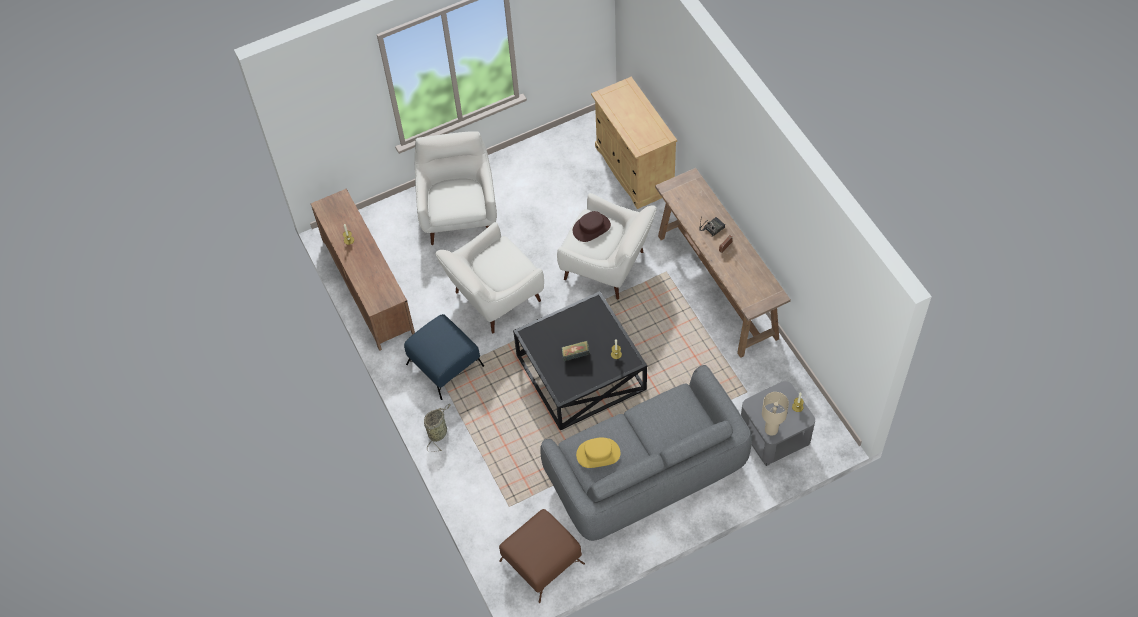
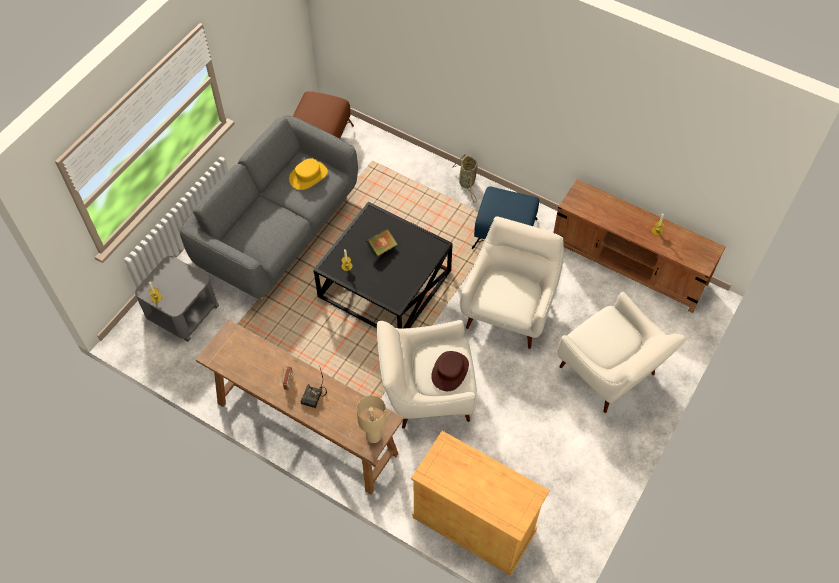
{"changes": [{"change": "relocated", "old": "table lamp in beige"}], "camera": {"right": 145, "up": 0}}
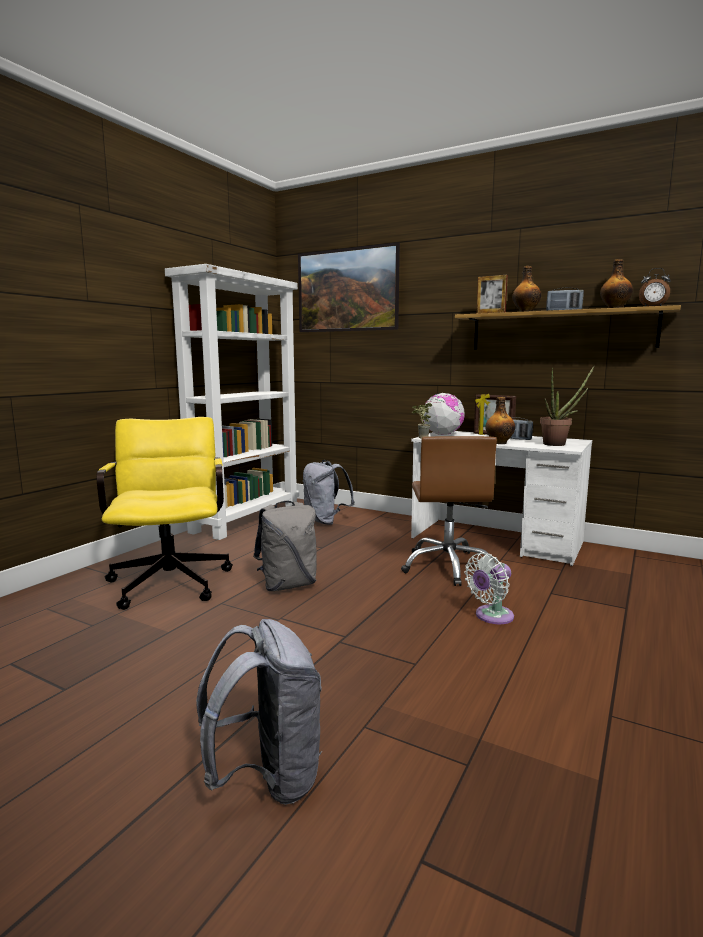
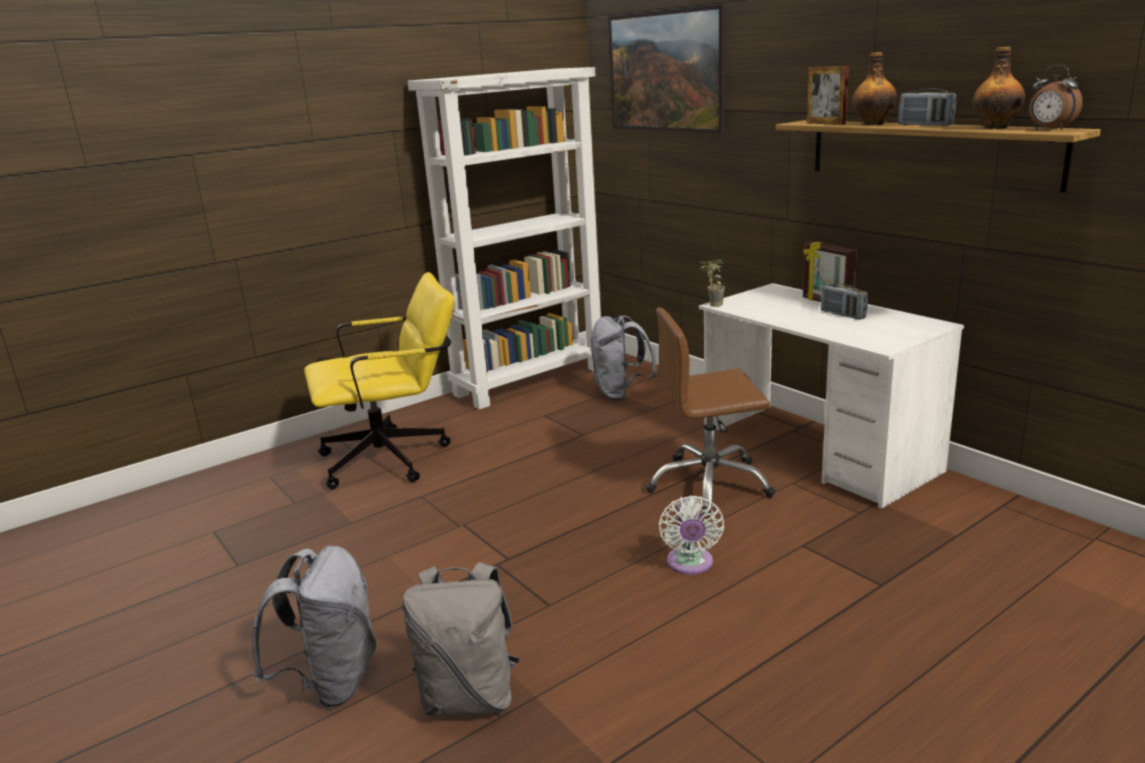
{"changes": [{"change": "spun", "old": "office chair in yellow", "degrees": 60}, {"change": "relocated", "old": "backpack in grey (no. 2 from left)"}, {"change": "spun", "old": "office chair in brown", "degrees": 60}, {"change": "spun", "old": "fan in white", "degrees": -75}, {"change": "missing", "old": "globe"}, {"change": "missing", "old": "bottle (no. 1 from left)"}, {"change": "missing", "old": "potted plant (no. 2 from left)"}], "camera": {"right": 25, "up": 10}}
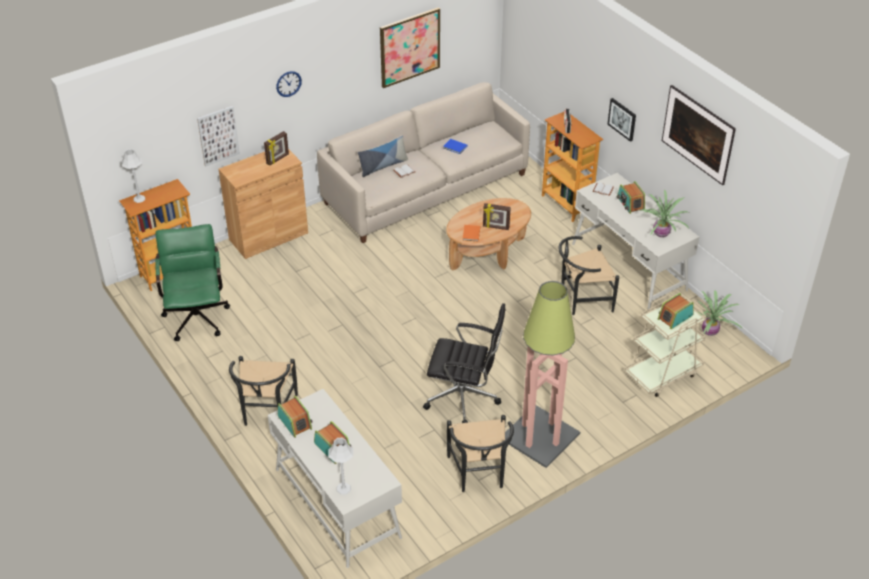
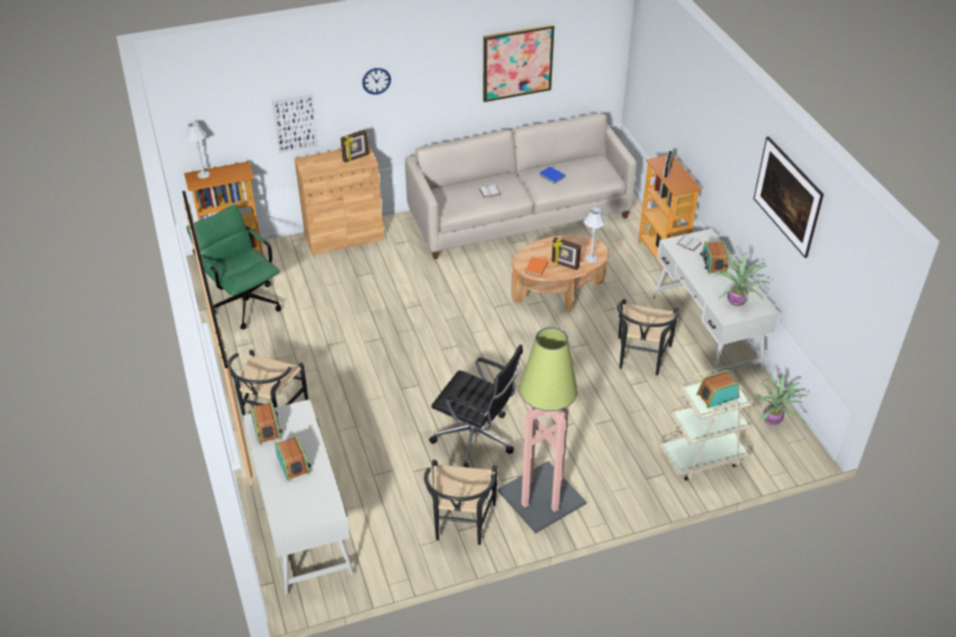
{"changes": [{"change": "spun", "old": "office chair in green", "degrees": -45}, {"change": "relocated", "old": "table lamp in grey (no. 2 from left)"}, {"change": "spun", "old": "chair in black (no. 3 from left)", "degrees": -75}, {"change": "missing", "old": "pillow"}, {"change": "missing", "old": "picture (no. 3 from left)"}], "camera": {"right": 15, "up": 0}}
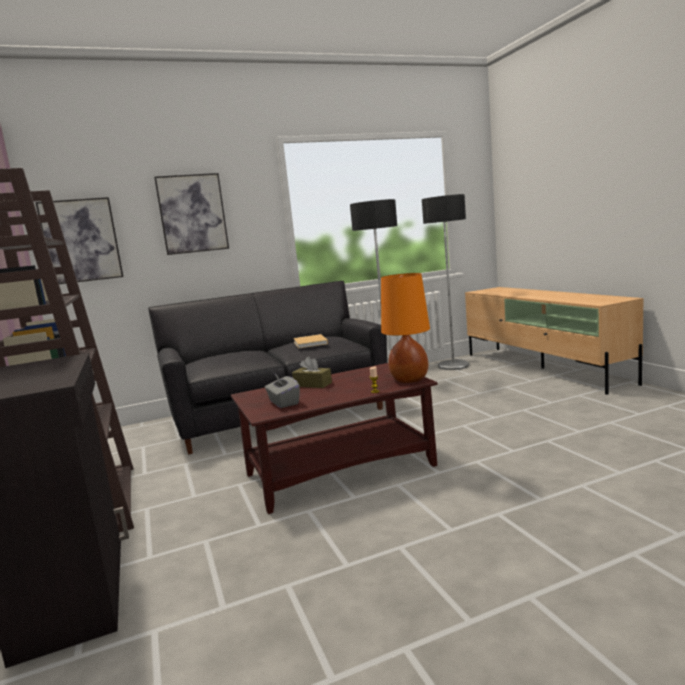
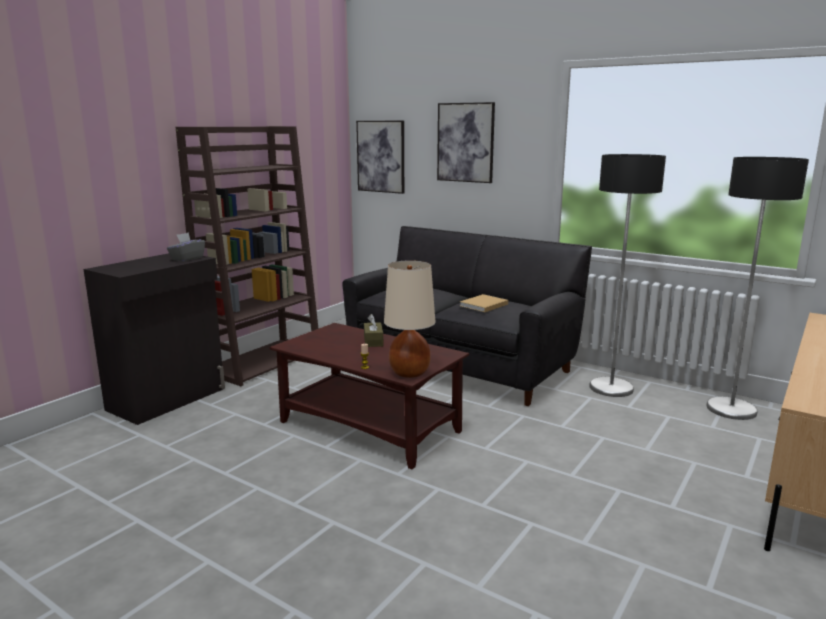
{"changes": [{"change": "relocated", "old": "tissue box in grey"}, {"change": "colour", "old": "table lamp in orange", "new": "table lamp in beige"}], "camera": {"right": 55, "up": 5}}
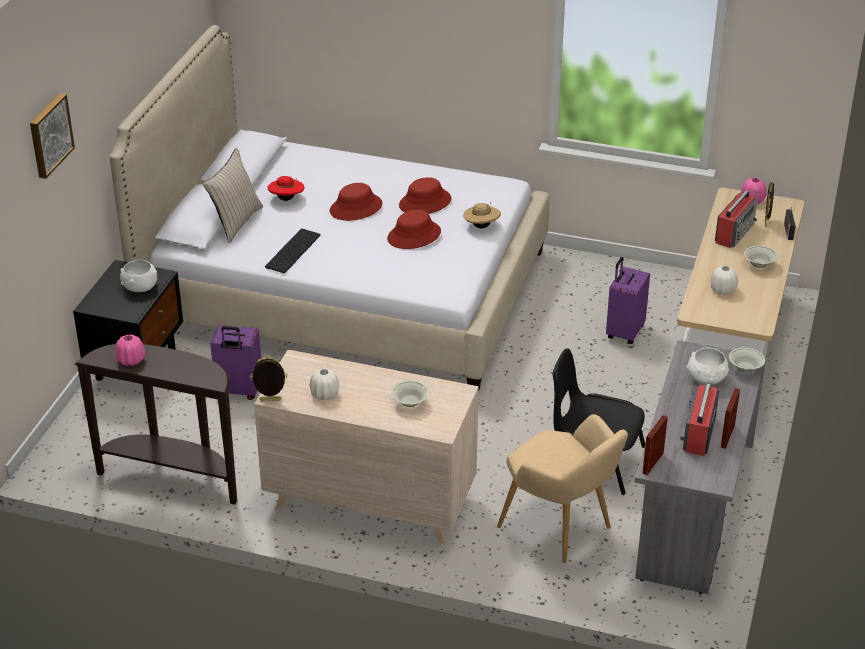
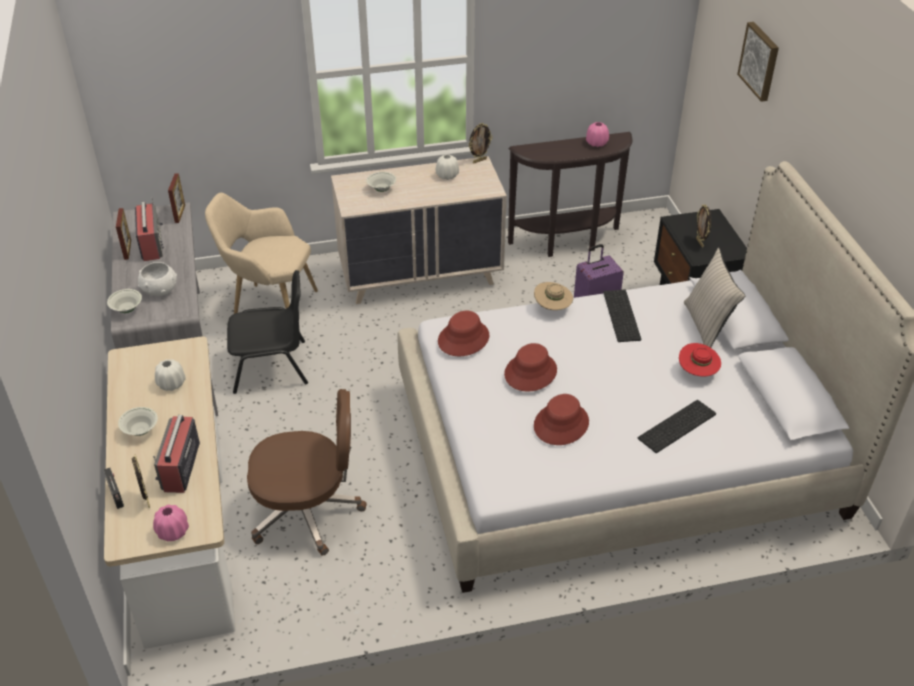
{"changes": [{"change": "exchanged", "old": "suitcase in purple (no. 2 from left)", "new": "office chair in brown"}, {"change": "relocated", "old": "hat in red (no. 2 from left in the first image)", "new": "hat in red (no. 1 from left)"}, {"change": "relocated", "old": "hat in beige"}, {"change": "appeared", "new": "keyboard (no. 2 from left)"}, {"change": "exchanged", "old": "bowl in white (no. 1 from left)", "new": "picture frame (no. 5 from left)"}], "camera": {"right": 150, "up": 5}}
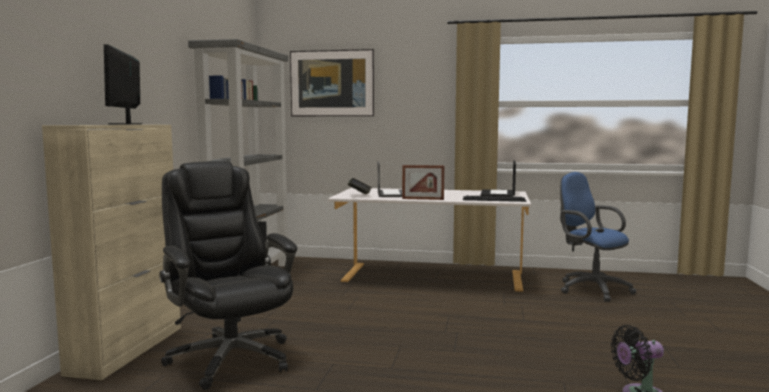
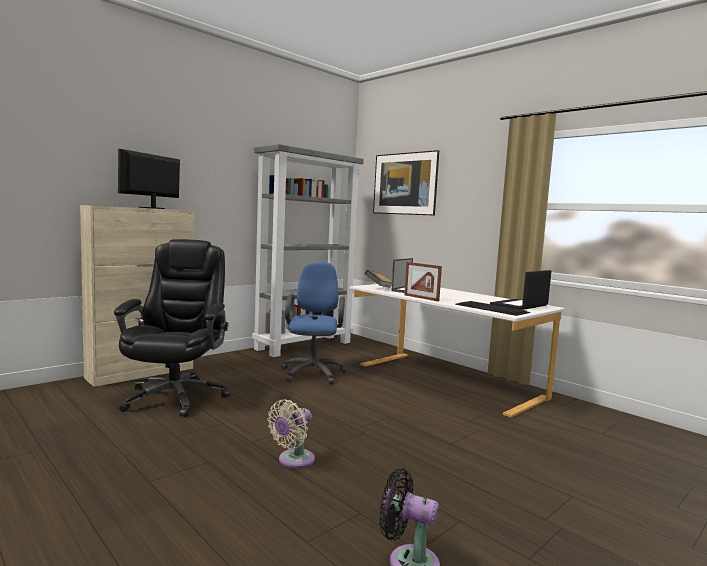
{"changes": [{"change": "appeared", "new": "fan in beige"}, {"change": "relocated", "old": "office chair in blue"}], "camera": {"right": 35, "up": 0}}
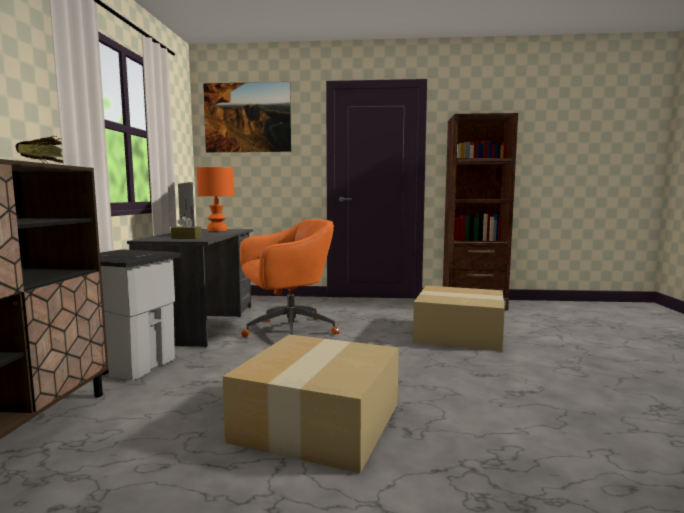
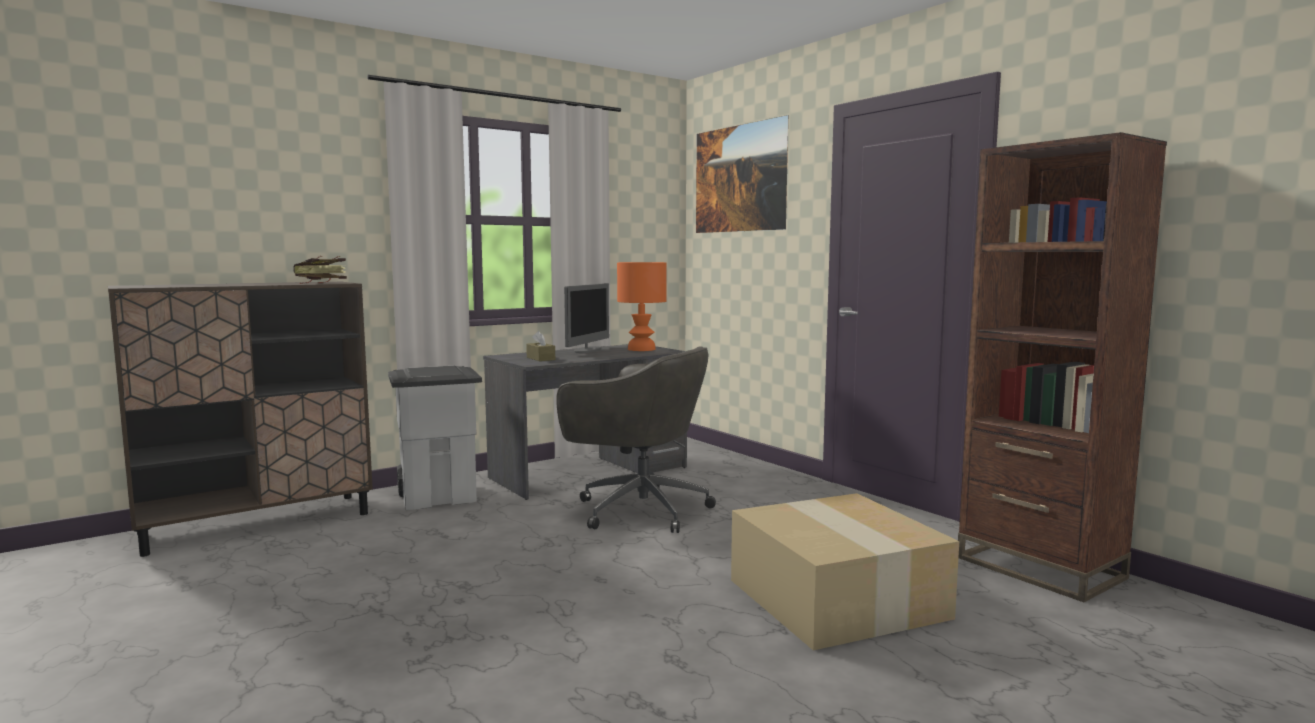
{"changes": [{"change": "colour", "old": "office chair in orange", "new": "office chair in grey"}, {"change": "missing", "old": "cardboard box (no. 1 from left)"}], "camera": {"right": 50, "up": 0}}
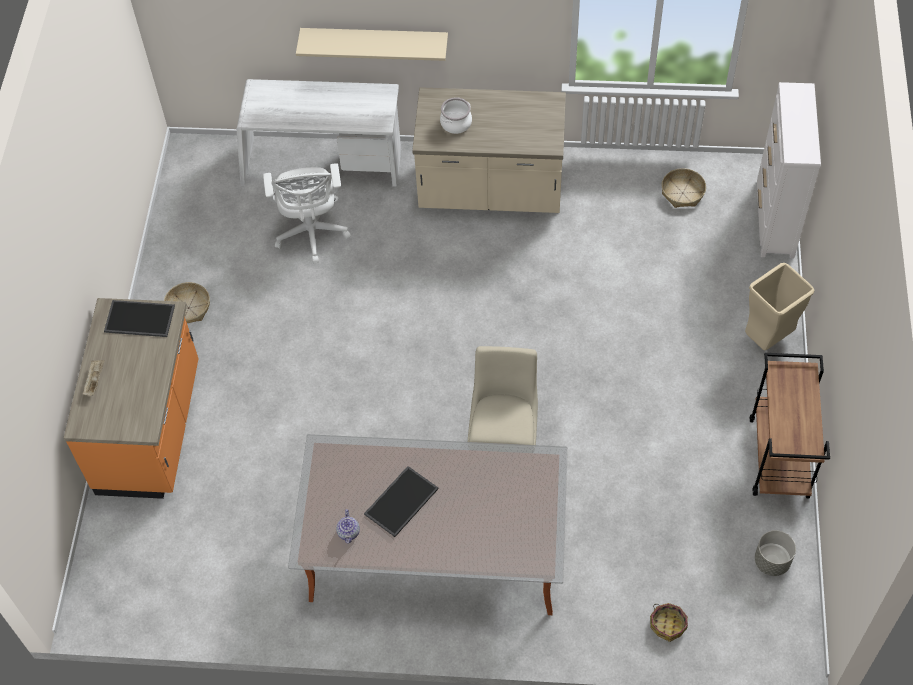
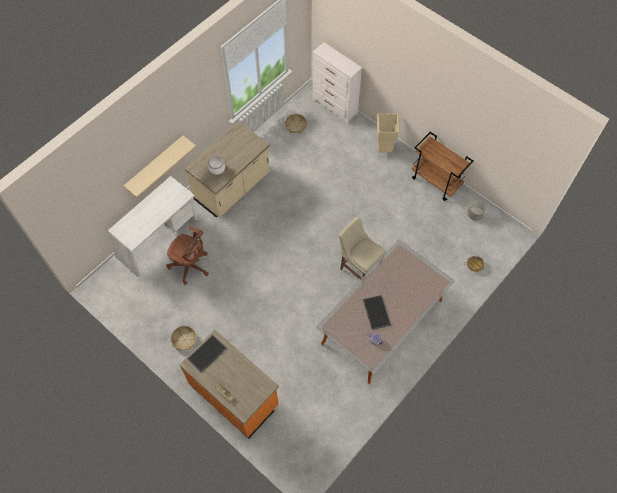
{"changes": [{"change": "colour", "old": "office chair in white", "new": "office chair in brown"}], "camera": {"right": -55, "up": 5}}
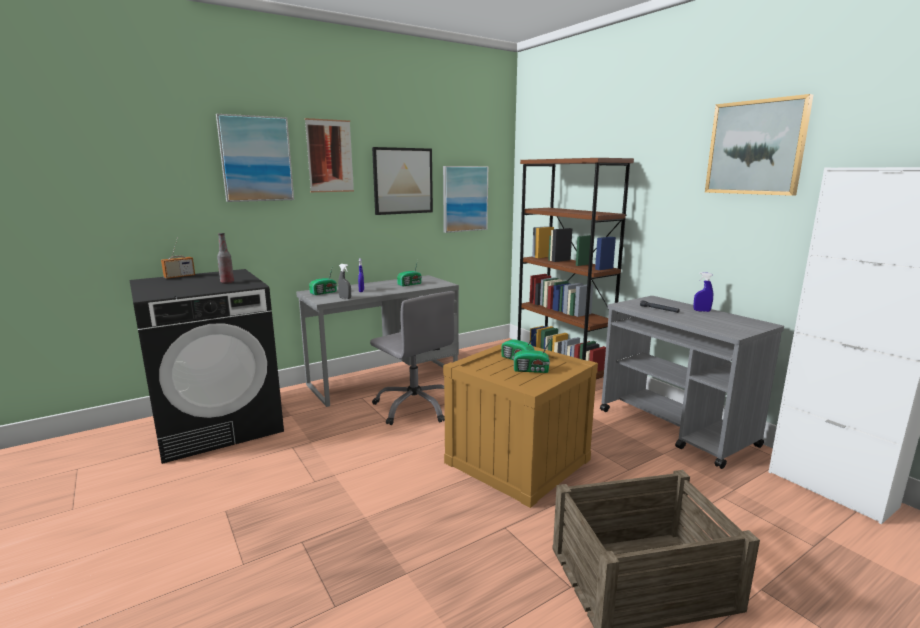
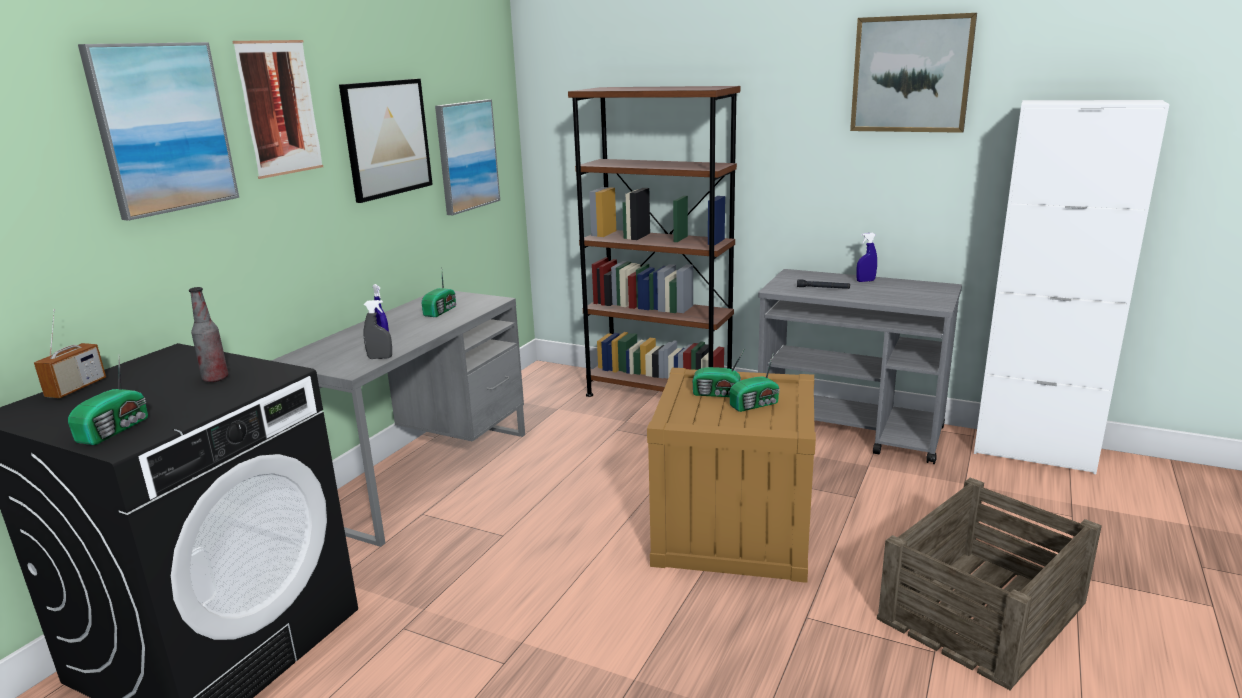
{"changes": [{"change": "relocated", "old": "radio (no. 2 from left)"}, {"change": "missing", "old": "office chair in grey"}], "camera": {"right": -30, "up": 5}}
